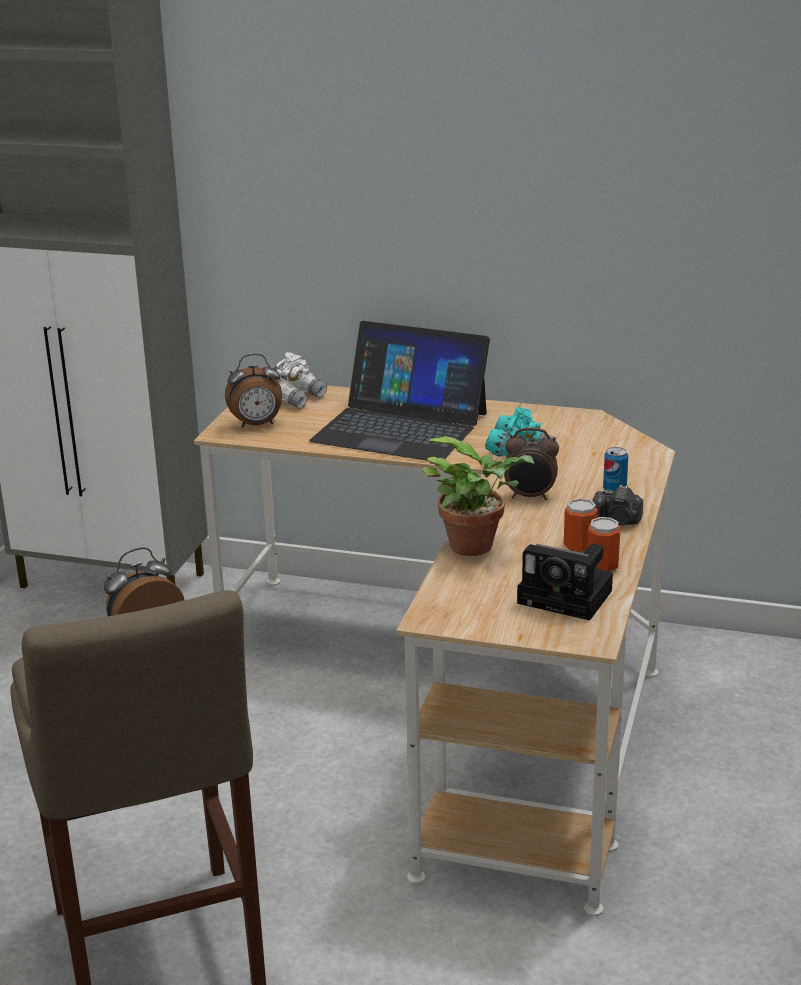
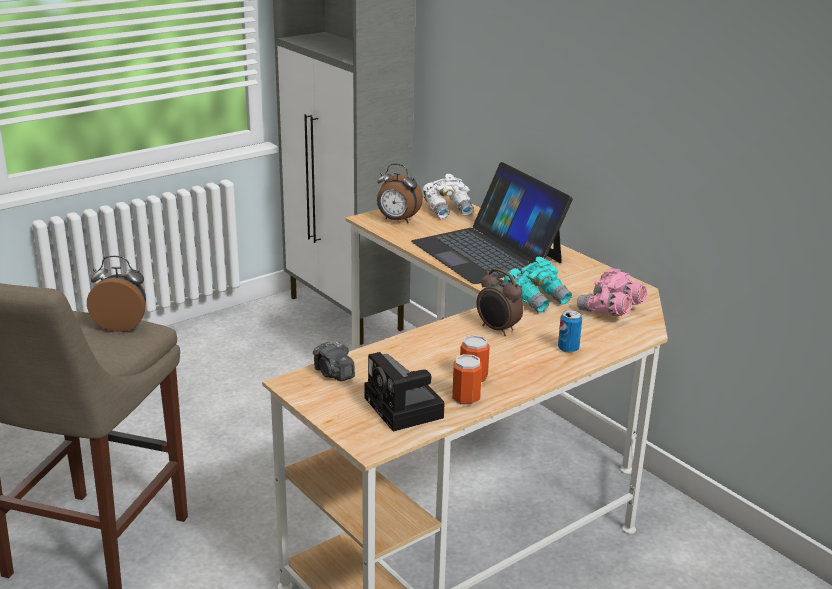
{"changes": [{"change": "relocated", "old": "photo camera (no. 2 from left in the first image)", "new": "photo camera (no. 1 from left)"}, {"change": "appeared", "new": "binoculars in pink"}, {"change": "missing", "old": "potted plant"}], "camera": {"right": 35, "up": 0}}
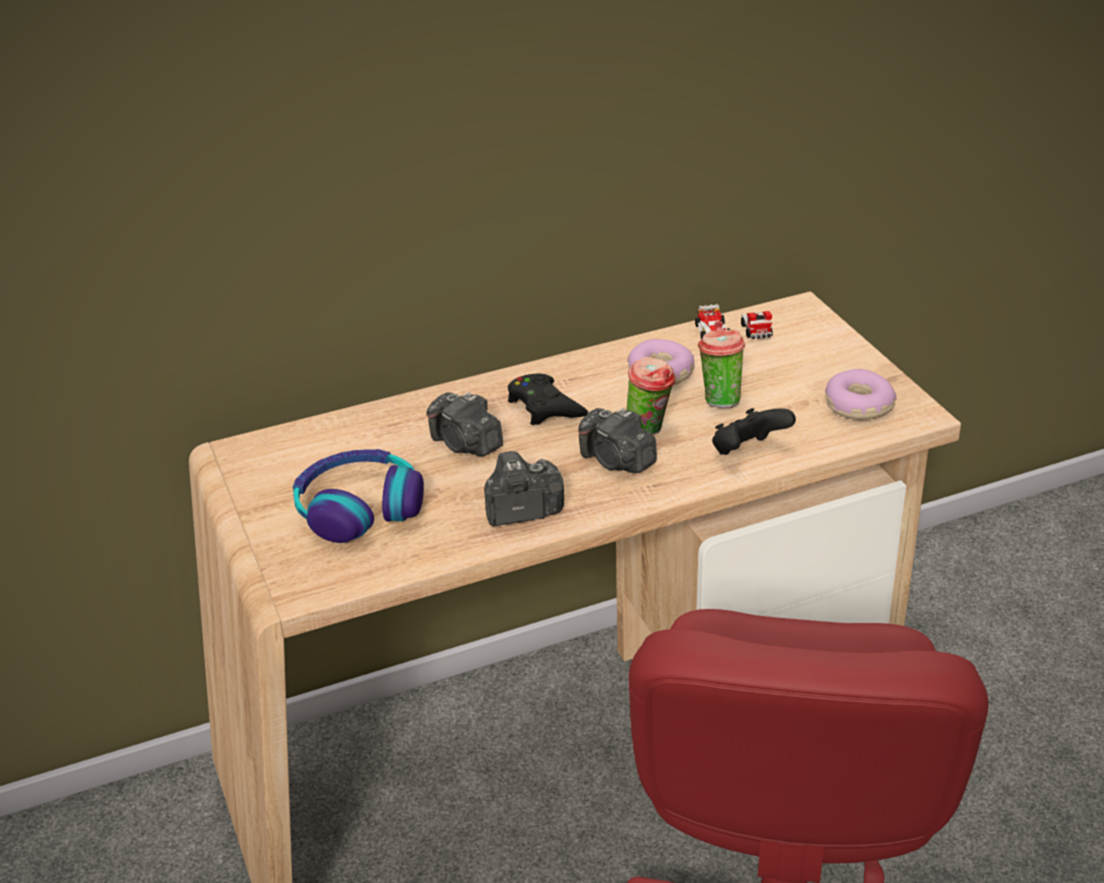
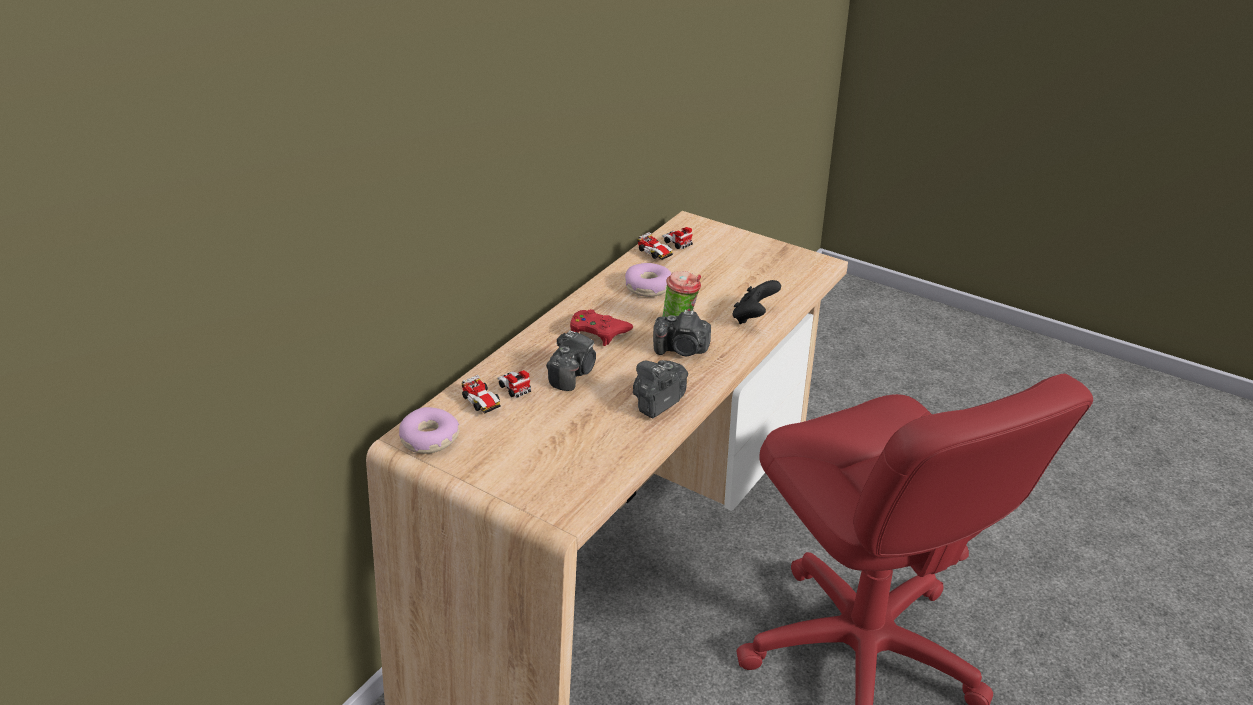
{"changes": [{"change": "relocated", "old": "donut (no. 2 from left in the first image)", "new": "donut (no. 1 from left)"}, {"change": "appeared", "new": "toy car (no. 1 from left)"}, {"change": "spun", "old": "photo camera (no. 1 from left)", "degrees": -75}, {"change": "colour", "old": "game controller in black (no. 1 from left)", "new": "game controller in red"}, {"change": "missing", "old": "headphones"}, {"change": "missing", "old": "cup (no. 2 from left)"}], "camera": {"right": -35, "up": 0}}
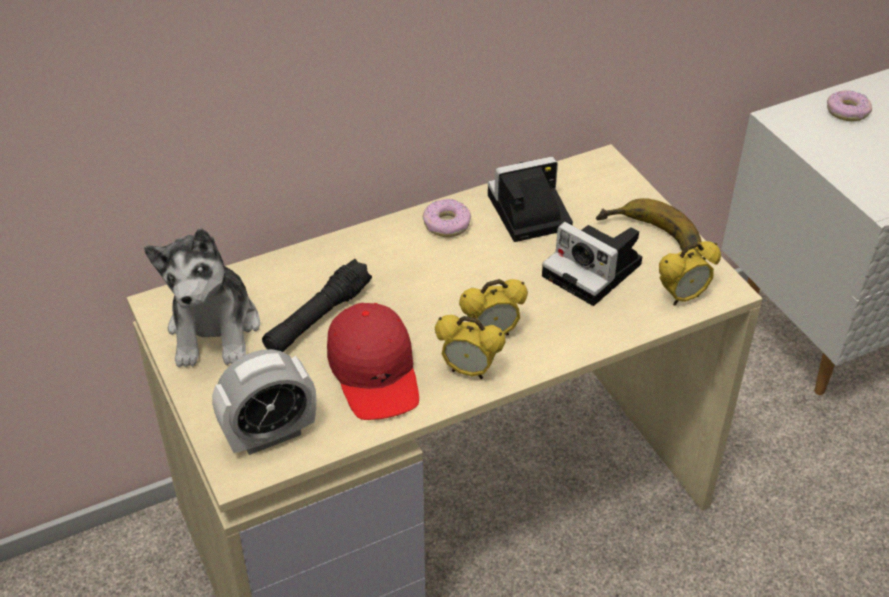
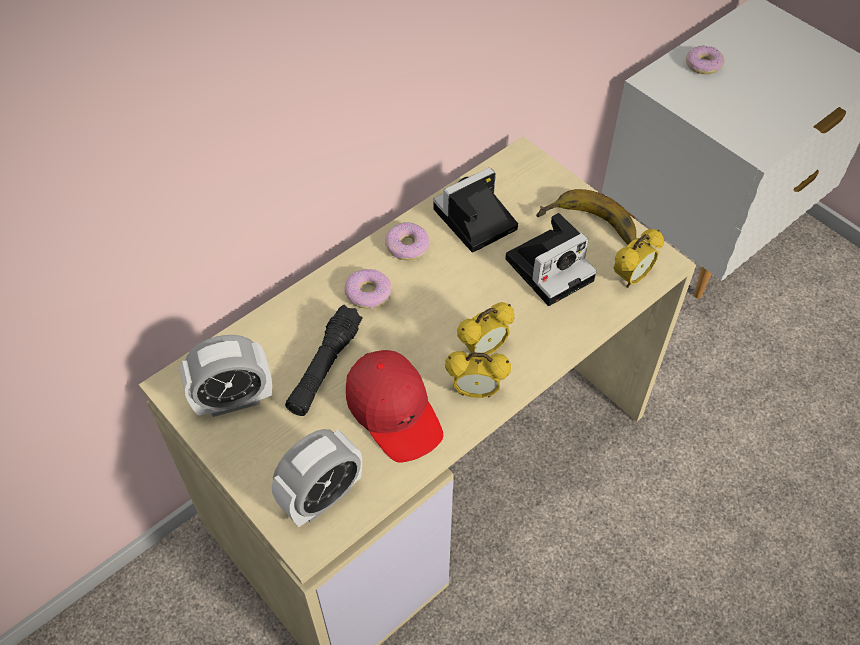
{"changes": [{"change": "exchanged", "old": "plush toy", "new": "alarm clock (no. 1 from left)"}, {"change": "appeared", "new": "donut (no. 1 from left)"}, {"change": "spun", "old": "photo camera (no. 2 from left)", "degrees": -60}], "camera": {"right": -15, "up": 10}}
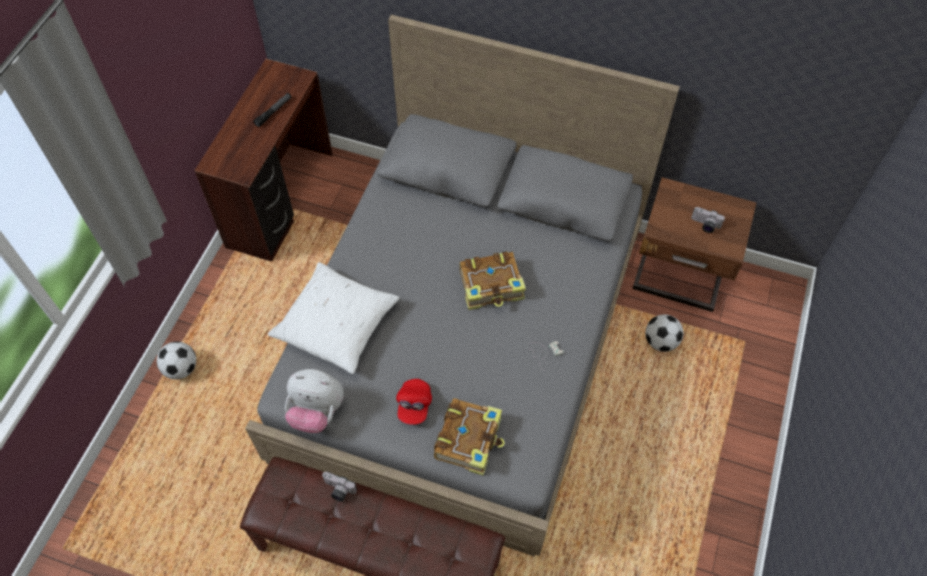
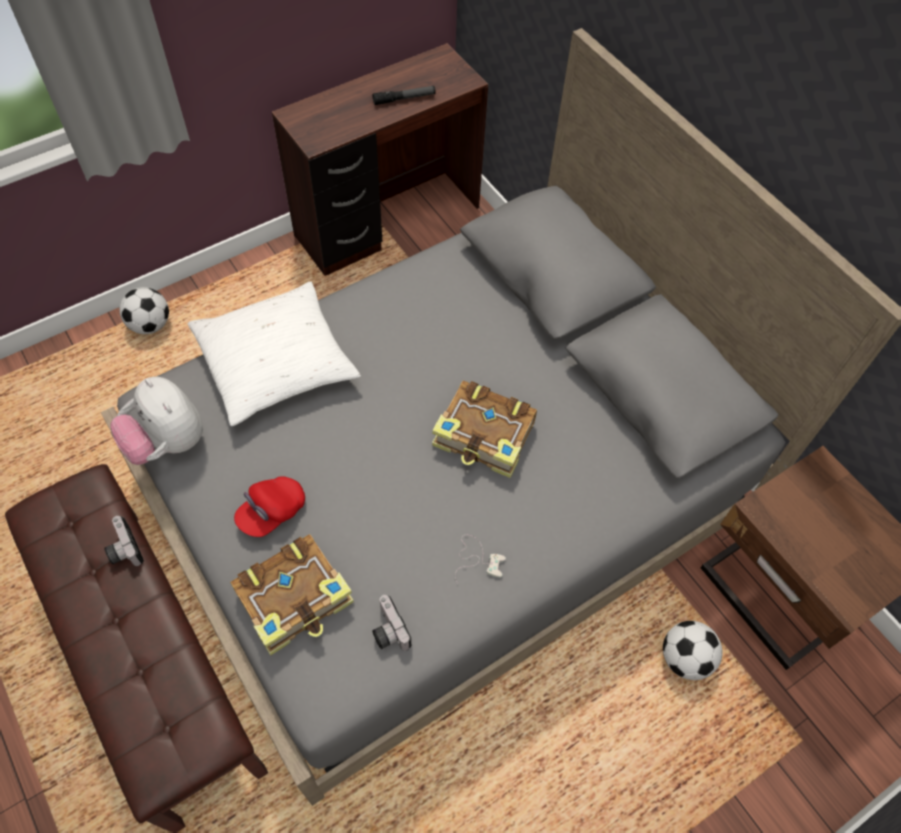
{"changes": [{"change": "relocated", "old": "photo camera (no. 2 from left)"}], "camera": {"right": 35, "up": 0}}
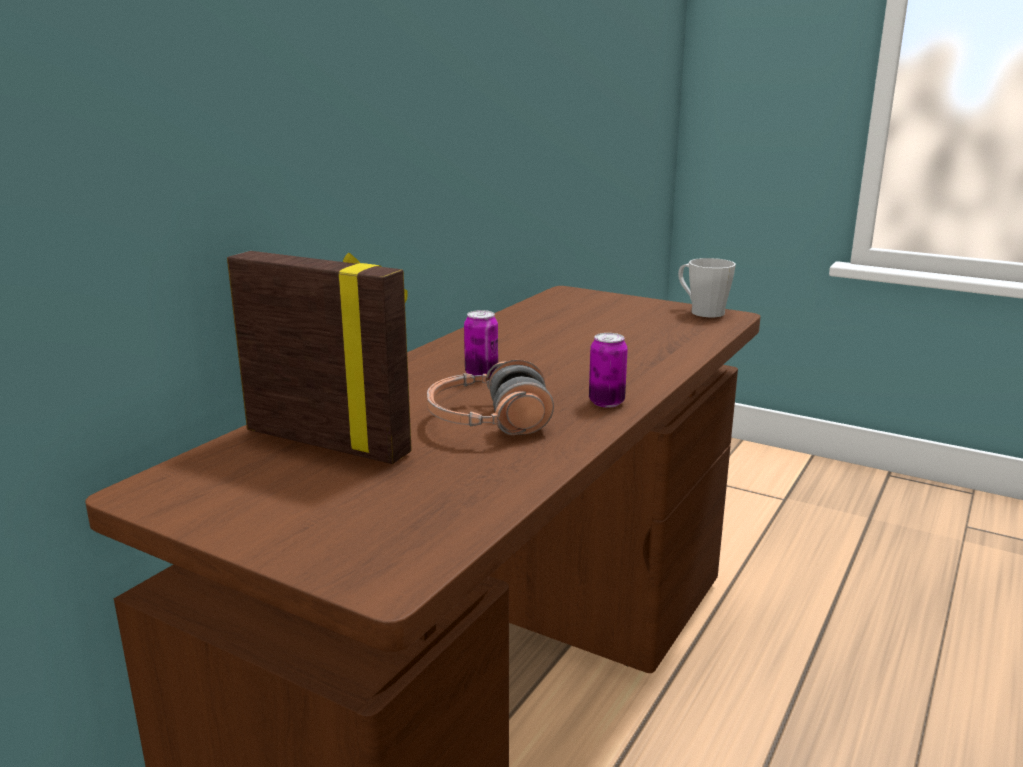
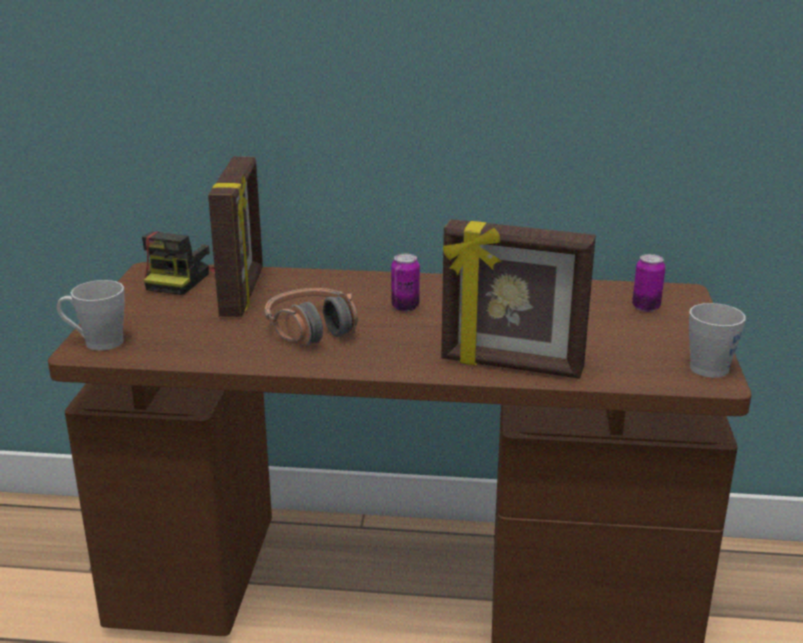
{"changes": [{"change": "appeared", "new": "mug in grey (no. 1 from left)"}, {"change": "appeared", "new": "photo camera"}, {"change": "appeared", "new": "picture frame (no. 2 from left)"}, {"change": "relocated", "old": "can (no. 2 from left)"}], "camera": {"right": 65, "up": 5}}
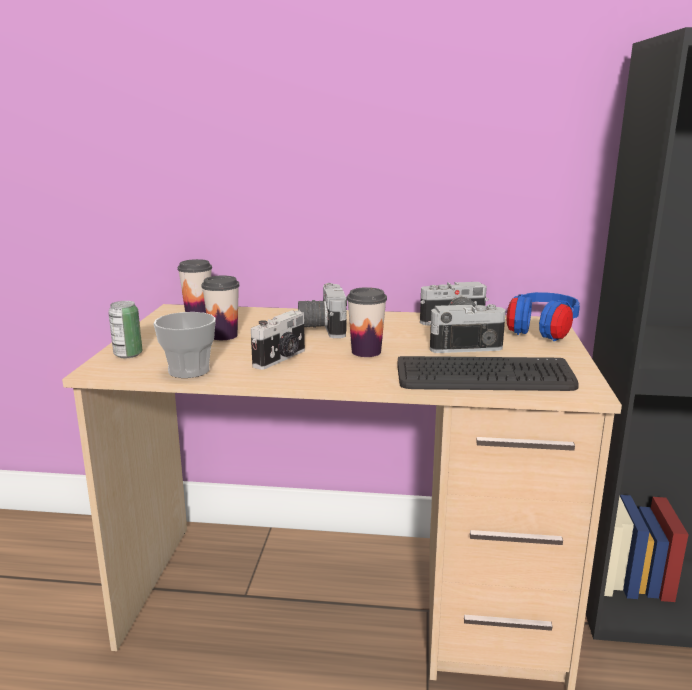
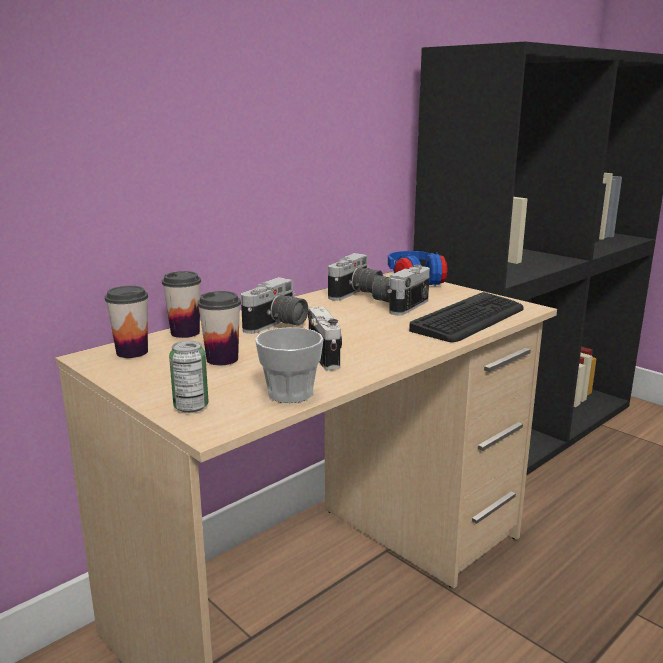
{"changes": [{"change": "relocated", "old": "cup (no. 4 from left in the first image)", "new": "cup (no. 2 from left)"}, {"change": "spun", "old": "photo camera (no. 2 from left in the first image)", "degrees": -90}], "camera": {"right": -50, "up": 0}}
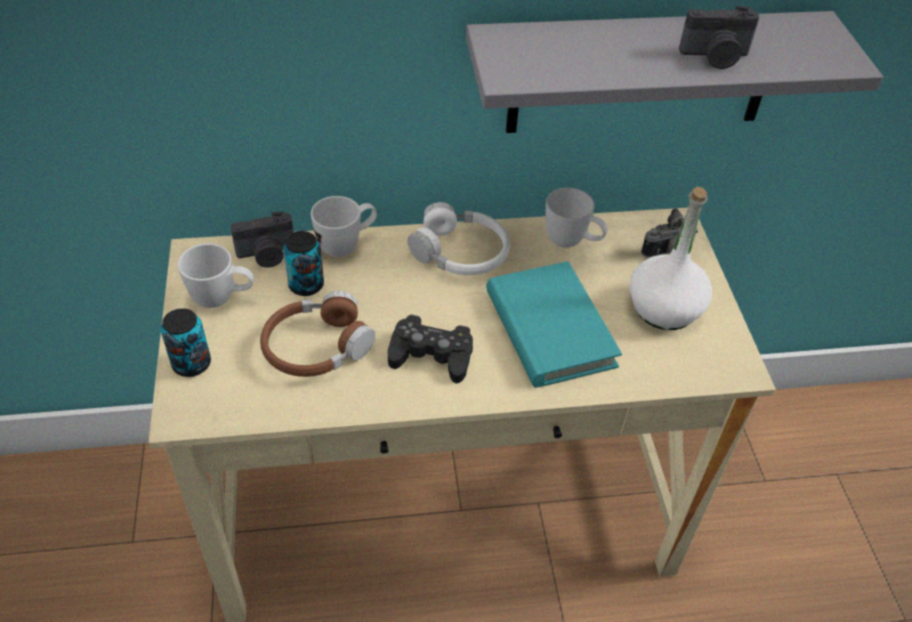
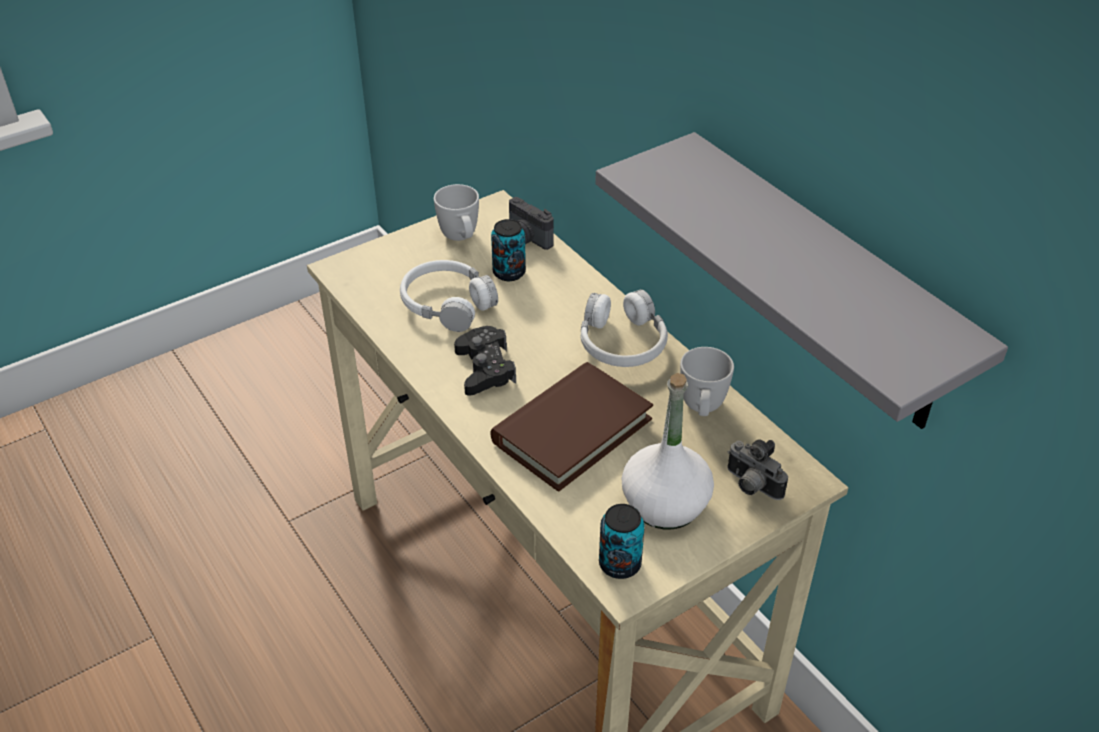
{"changes": [{"change": "colour", "old": "headphones in brown", "new": "headphones in white (no. 1 from left)"}, {"change": "colour", "old": "book in turquoise", "new": "book in brown"}, {"change": "relocated", "old": "can (no. 1 from left in the first image)", "new": "can (no. 2 from left)"}, {"change": "missing", "old": "mug in white (no. 2 from left)"}, {"change": "missing", "old": "photo camera (no. 3 from left)"}], "camera": {"right": 65, "up": -5}}
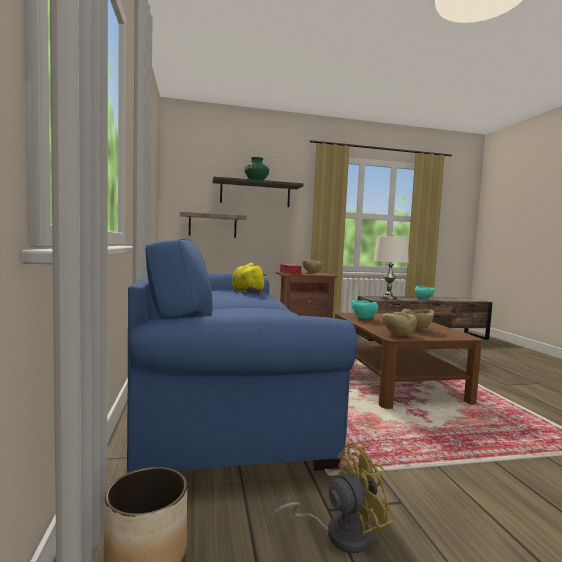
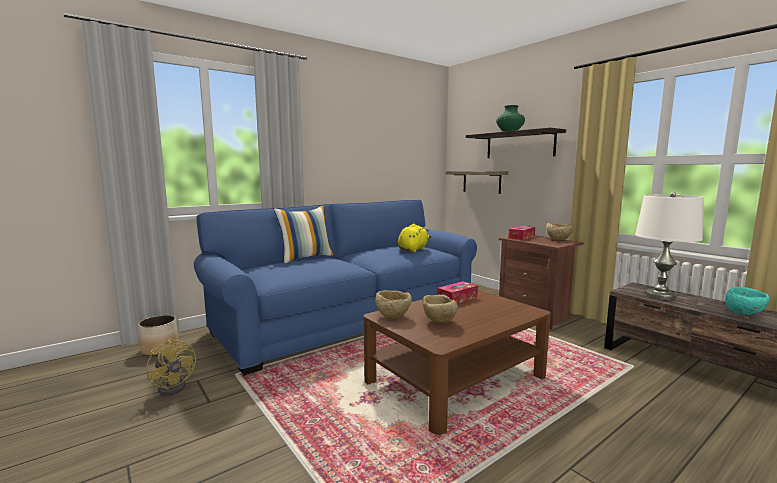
{"changes": [{"change": "appeared", "new": "pillow"}, {"change": "exchanged", "old": "bowl in turquoise (no. 1 from left)", "new": "tissue box (no. 1 from left)"}], "camera": {"right": 65, "up": 5}}
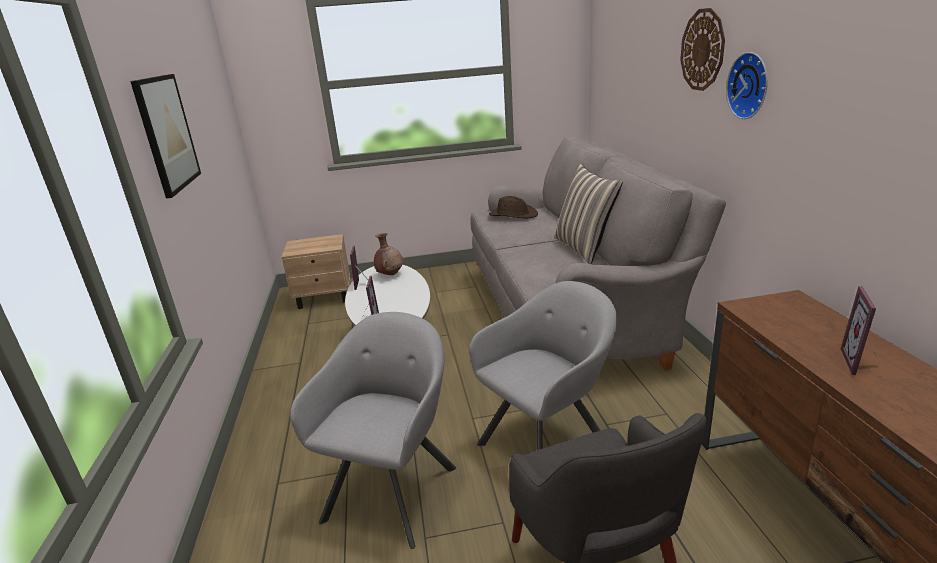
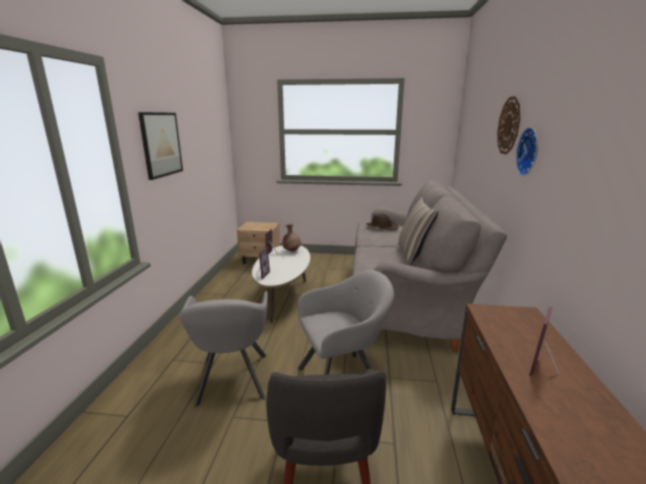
{"changes": [{"change": "spun", "old": "armchair in grey (no. 1 from left)", "degrees": 135}], "camera": {"right": 15, "up": -5}}
